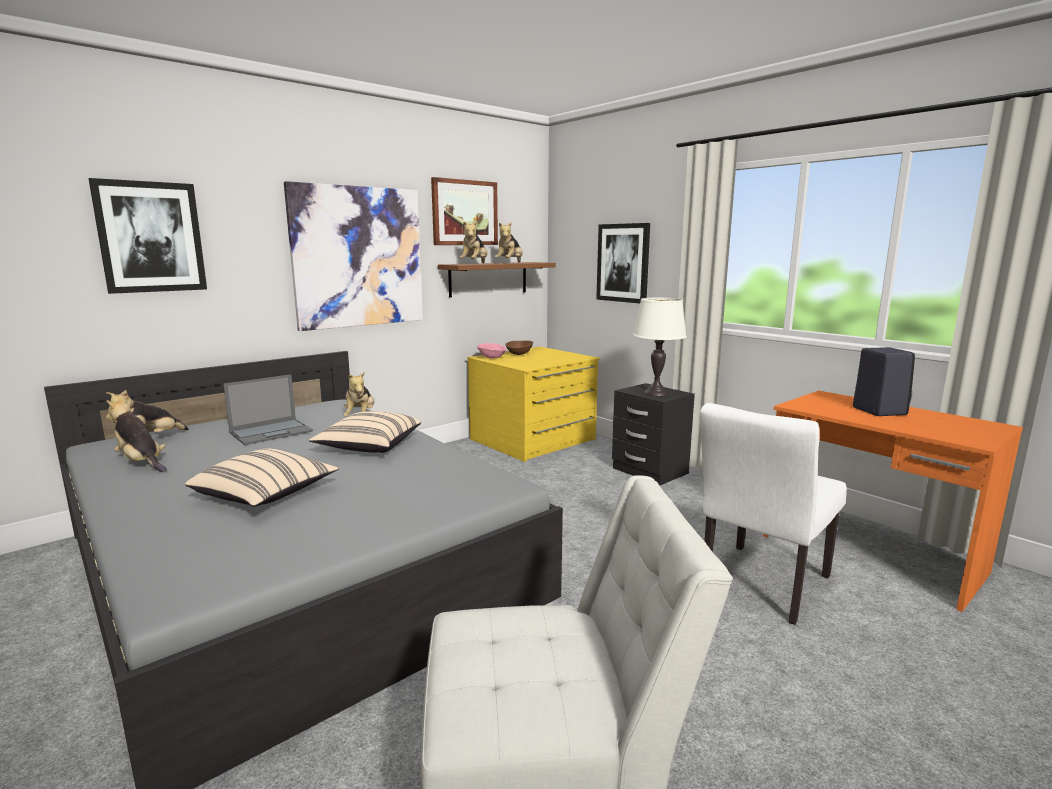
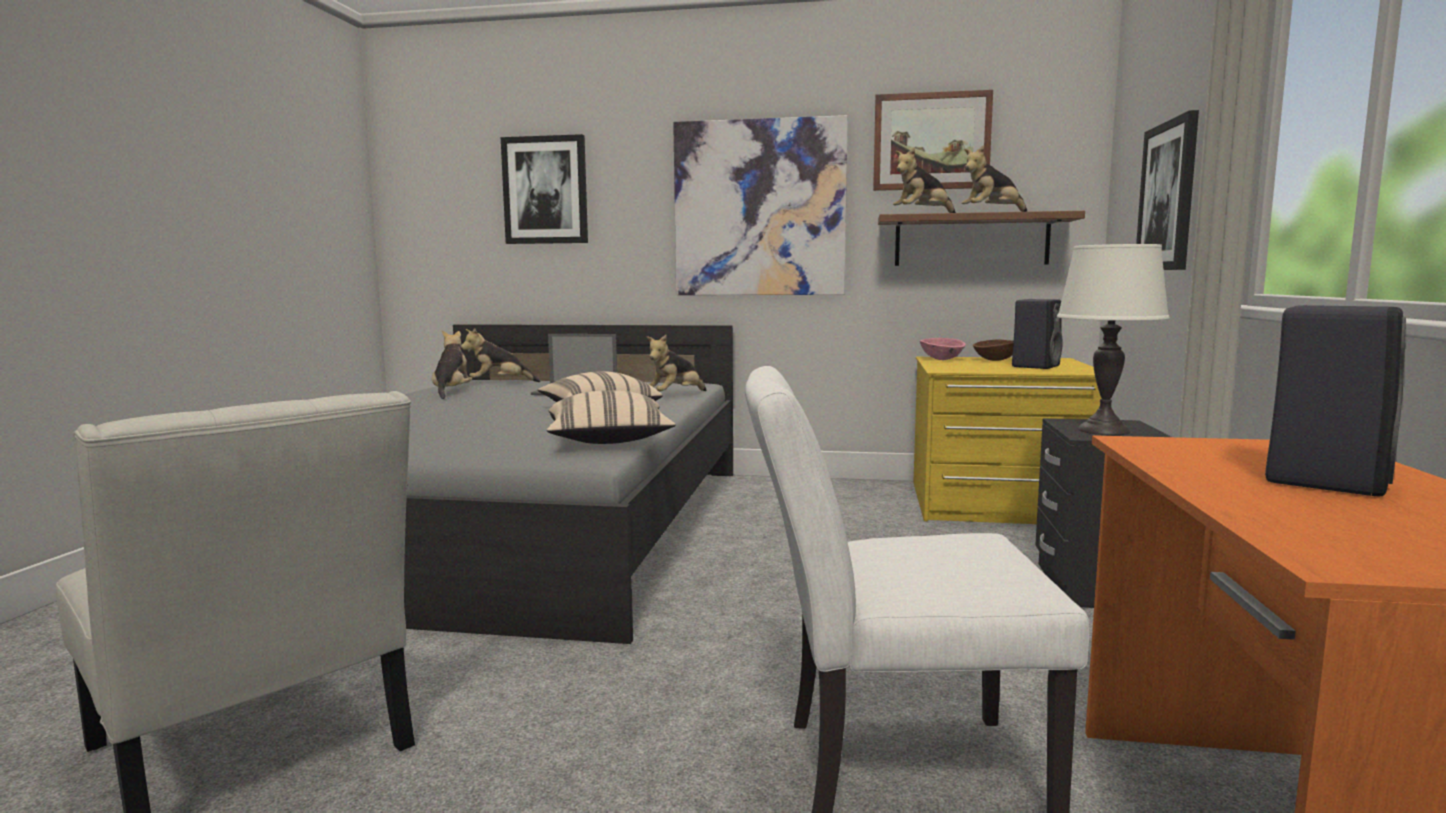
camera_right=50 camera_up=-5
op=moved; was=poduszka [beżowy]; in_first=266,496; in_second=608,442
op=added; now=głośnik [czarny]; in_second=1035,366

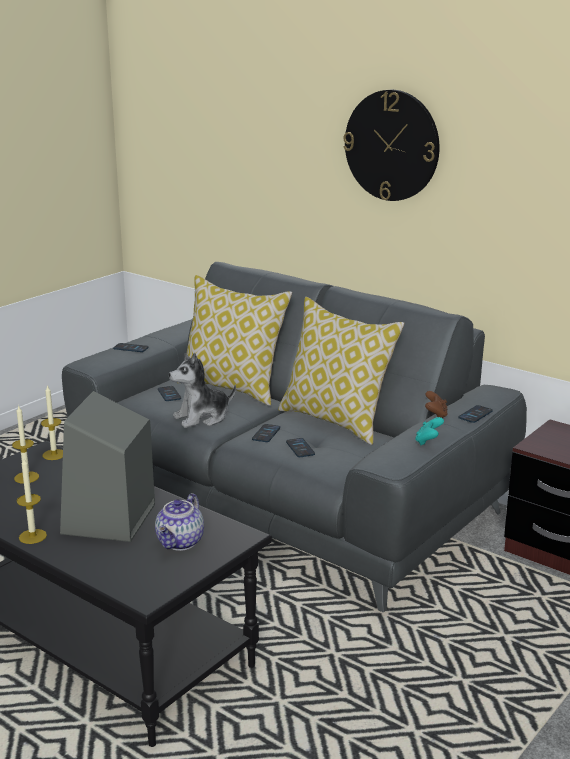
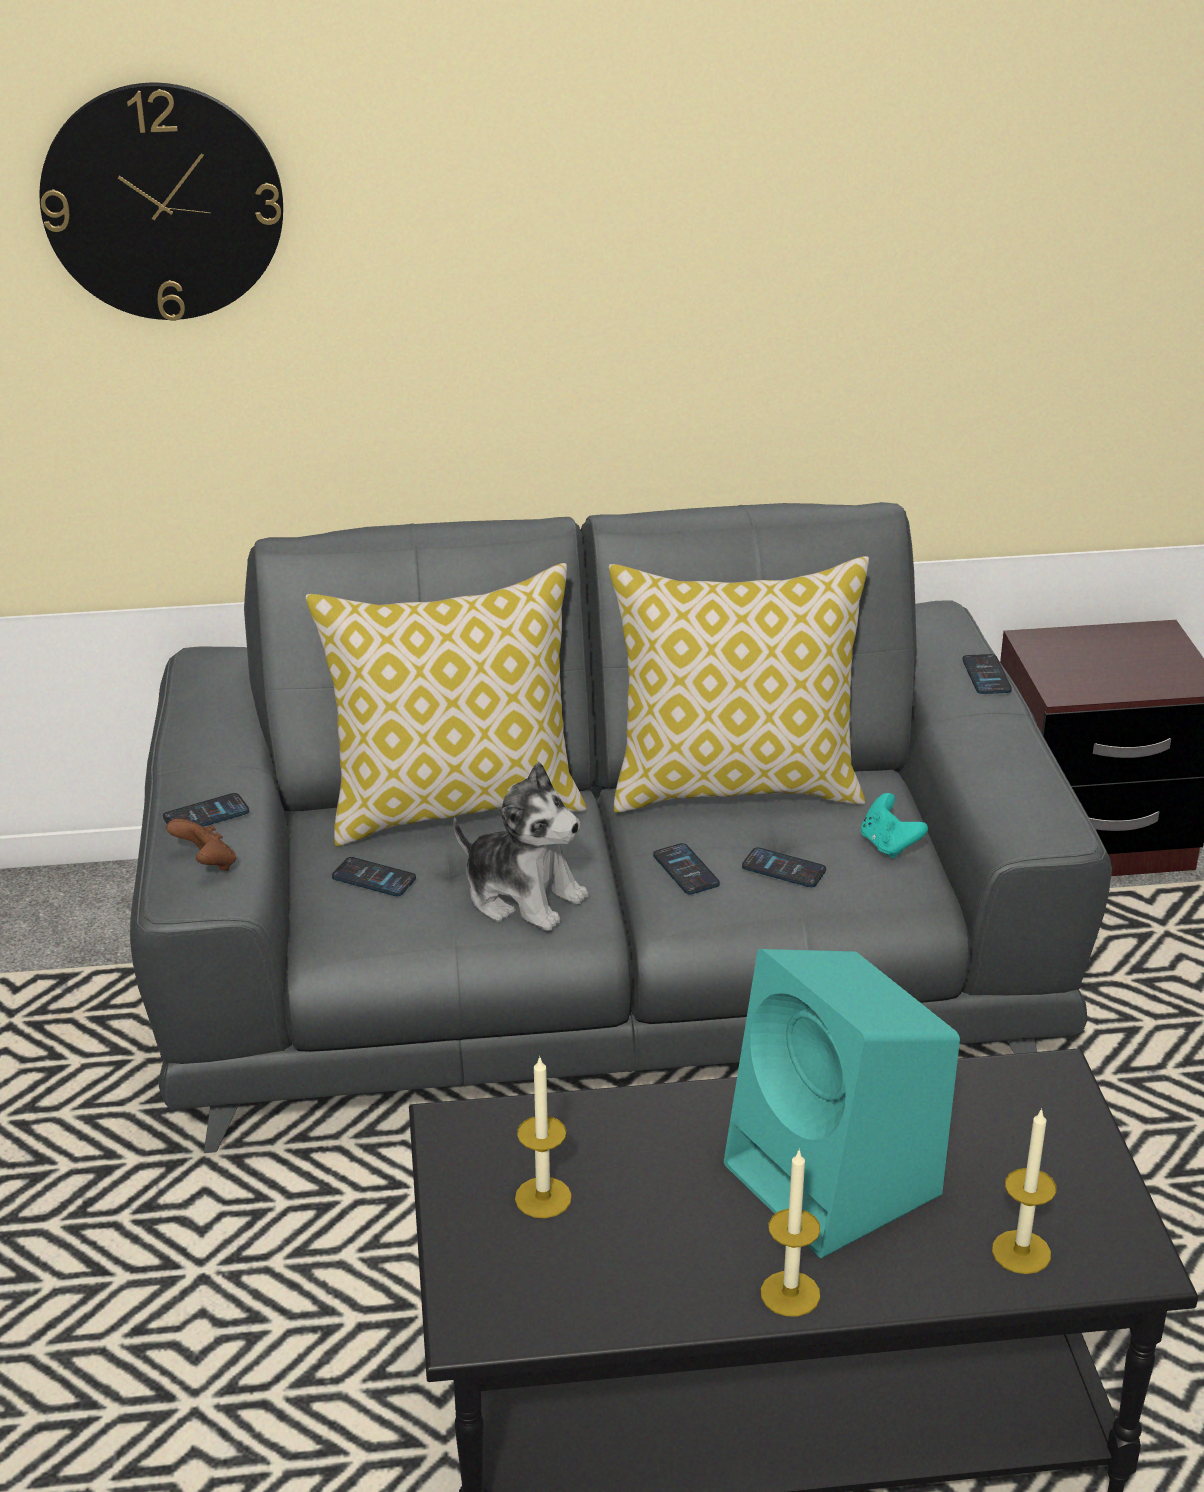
camera_right=-45 camera_up=10
op=moved; was=świeca; in_first=54,454; in_second=1021,1252
op=recoloured; was=głośnik [szary]; now=głośnik [turkusowy]; in_first=108,520; in_second=837,1182
op=removed; was=imbryk; in_first=181,542
op=turned; was=pluszak; in_first=202,418; in_second=523,896; clockwise=-75
op=moved; was=zegar ścienny; in_first=392,145; in_second=162,202
op=moved; was=pad do gier [turkusowy]; in_first=428,441; in_second=889,845
op=moved; was=pad do gier [brązowy]; in_first=435,415; in_second=207,864

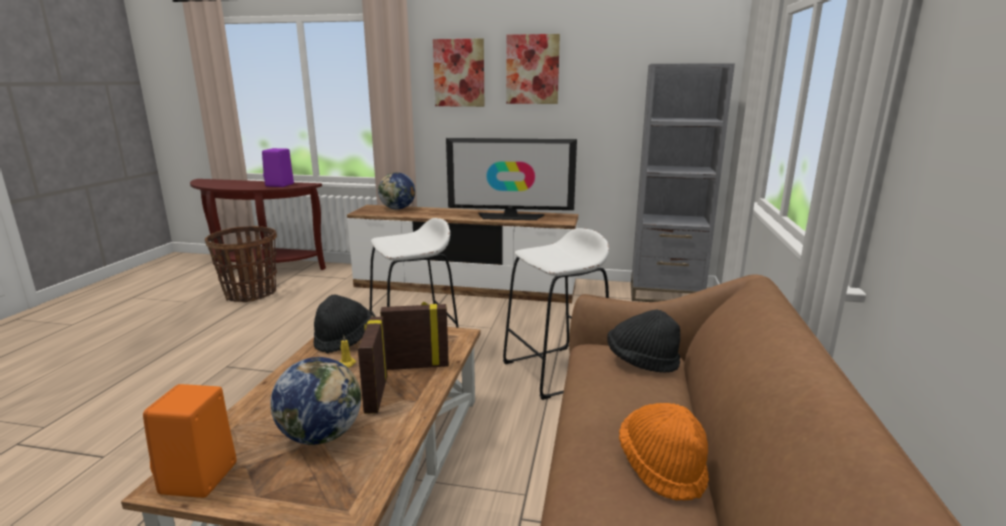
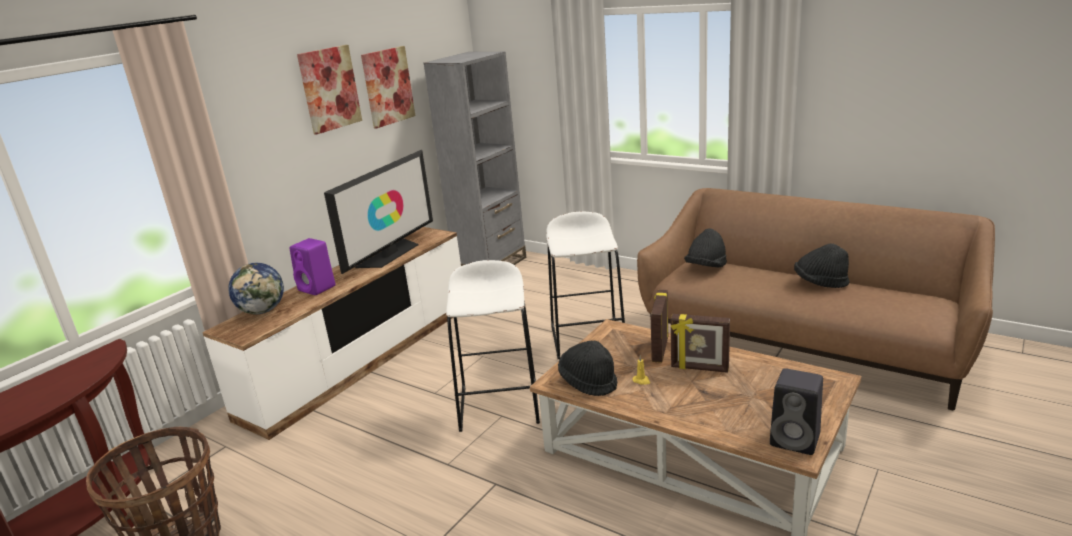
camera_right=-65 camera_up=5
op=recoloured; was=głośnik [pomarańczowy]; now=głośnik [czarny]; in_first=198,479; in_second=796,440
op=moved; was=głośnik [fioletowy]; in_first=279,185; in_second=318,288
op=removed; was=globus; in_first=321,435
op=moved; was=obraz; in_first=459,73; in_second=388,86
op=recoloured; was=kapelusz [pomarańczowy]; now=kapelusz [czarny]; in_first=662,467; in_second=820,283

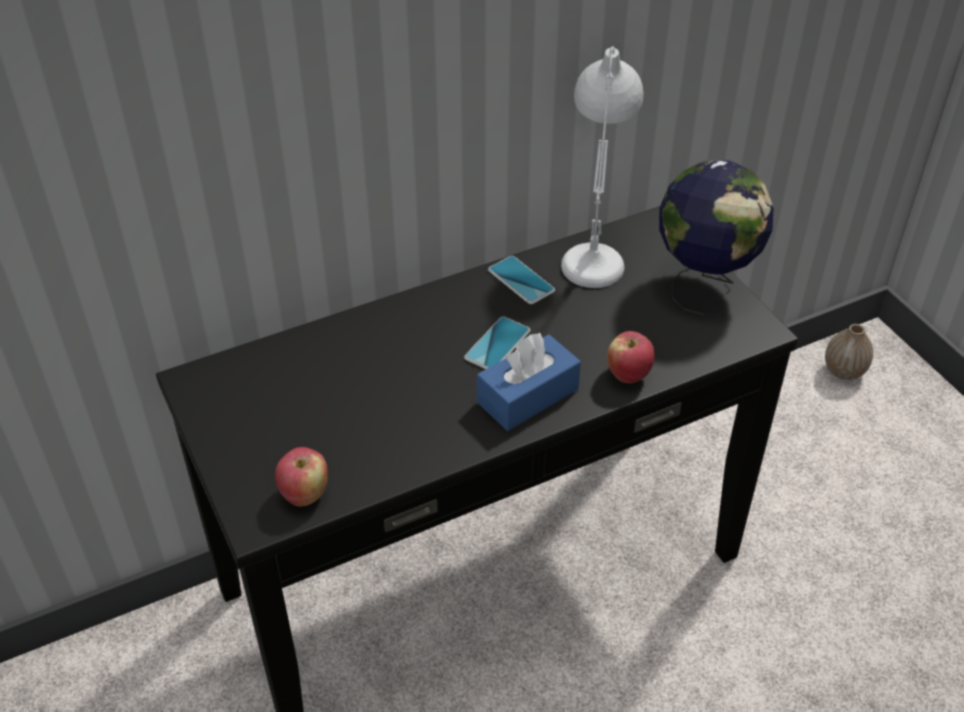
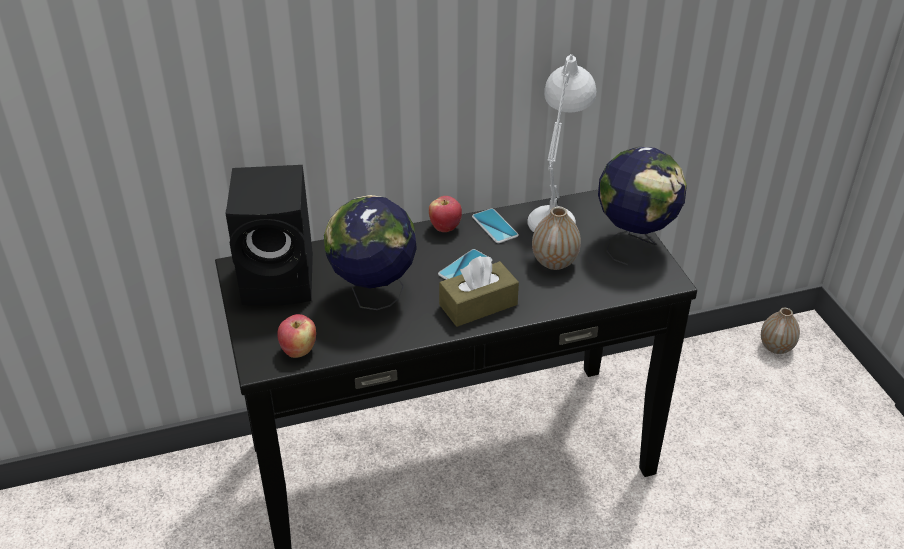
camera_right=10 camera_up=-5
op=recoloured; was=pudełko chusteczek [niebieski]; now=pudełko chusteczek [brązowy]; in_first=528,396; in_second=478,305
op=moved; was=jabłko; in_first=628,374; in_second=445,227
op=added; now=głośnik [czarny]; in_second=281,280
op=added; now=globus; in_second=373,296
op=added; now=wazon; in_second=554,262

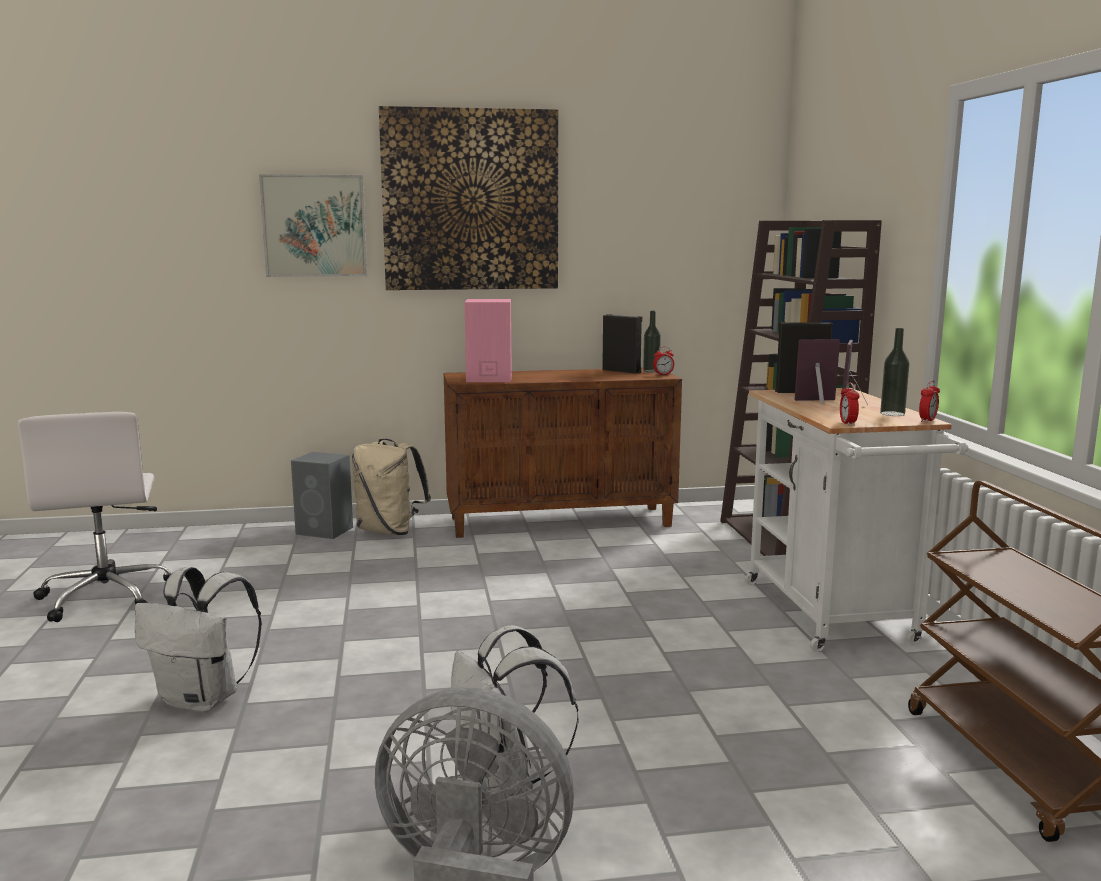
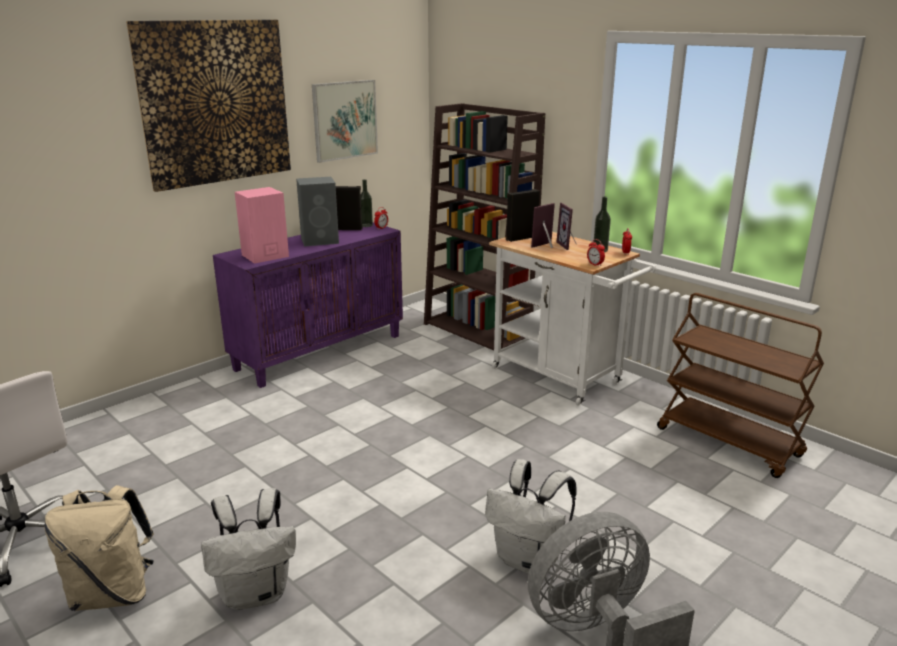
camera_right=-35 camera_up=10
op=moved; was=obraz; in_first=314,226; in_second=345,120
op=moved; was=głośnik [szary]; in_first=325,531; in_second=321,240
op=moved; was=plecak [beżowy]; in_first=389,531; in_second=113,594
op=recoloured; was=szafka [brązowy]; now=szafka [fioletowy]; in_first=561,521; in_second=320,352

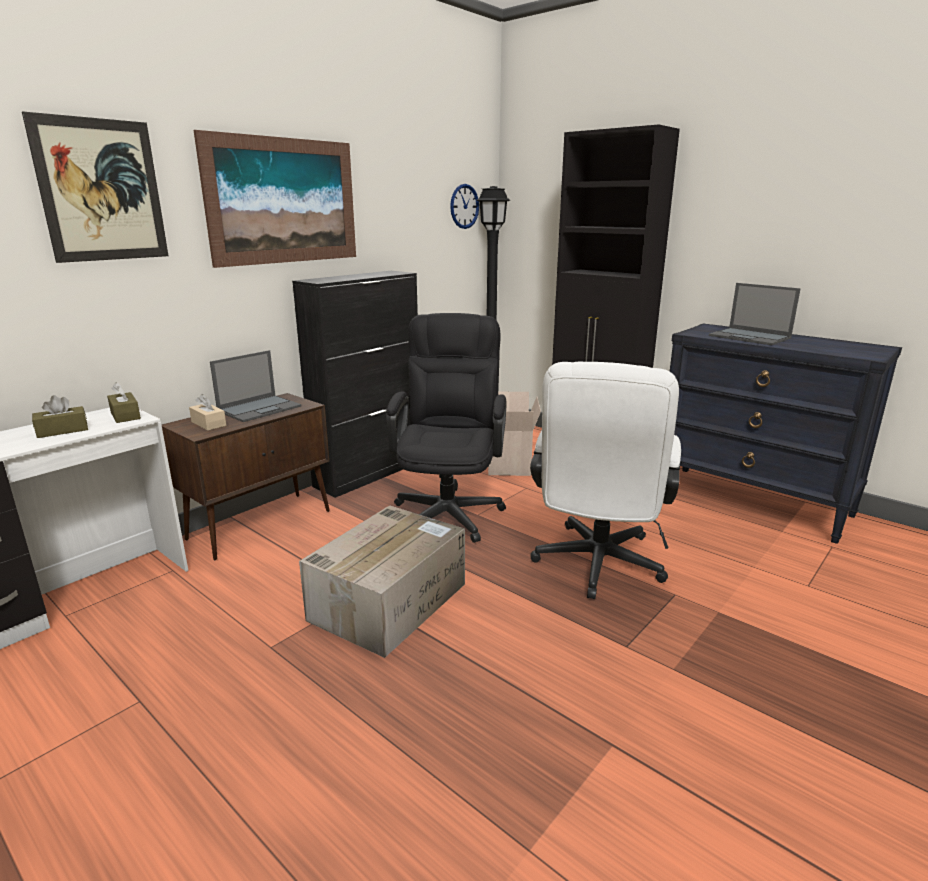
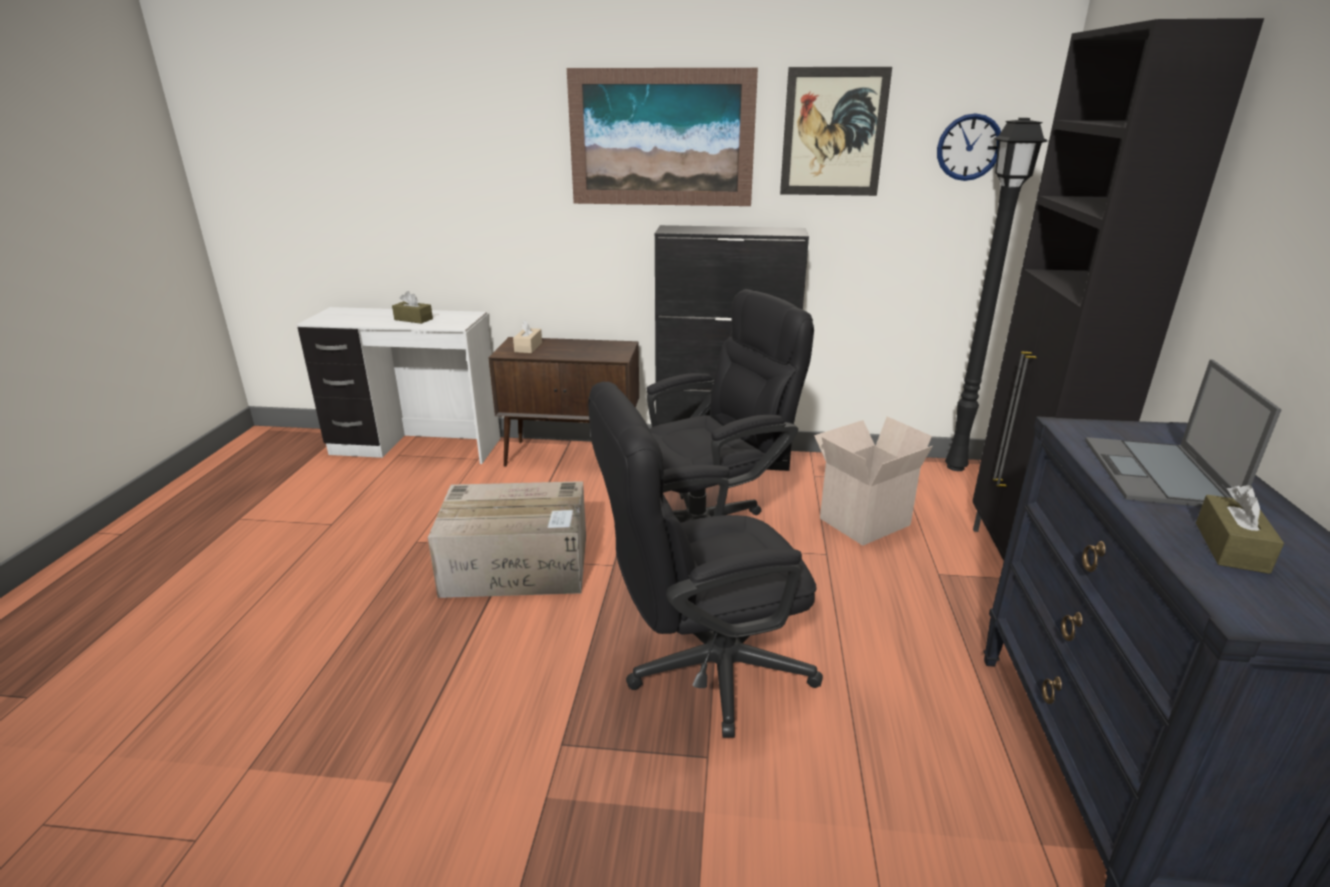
camera_right=55 camera_up=5
op=moved; was=obraz; in_first=101,191; in_second=833,133
op=moved; was=pudełko chusteczek [brązowy]; in_first=125,415; in_second=1230,547
op=removed; was=laptop; in_first=260,408
op=recoloured; was=krzesło biurowe [biały]; now=krzesło biurowe [czarny]; in_first=596,567; in_second=702,669

